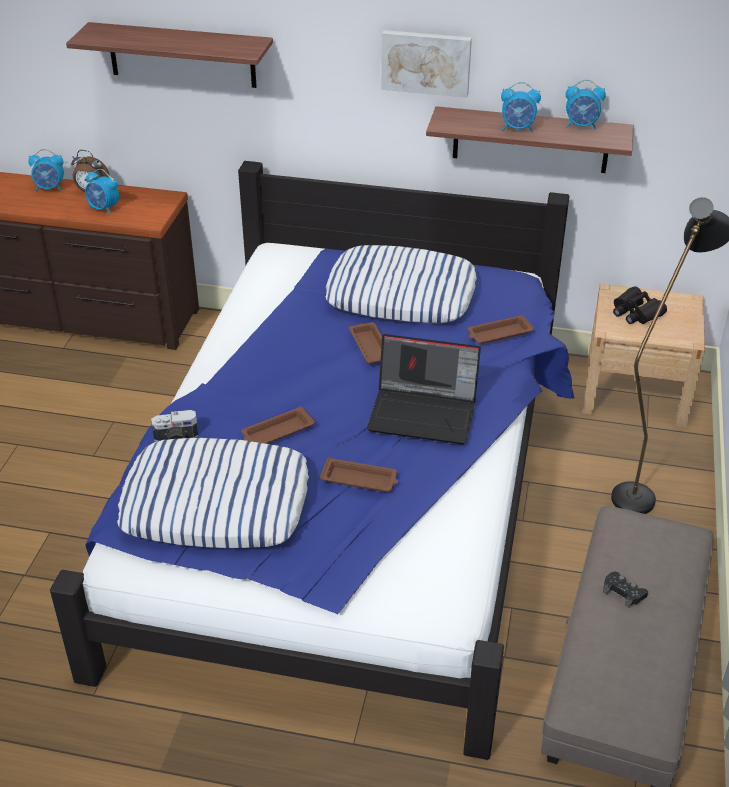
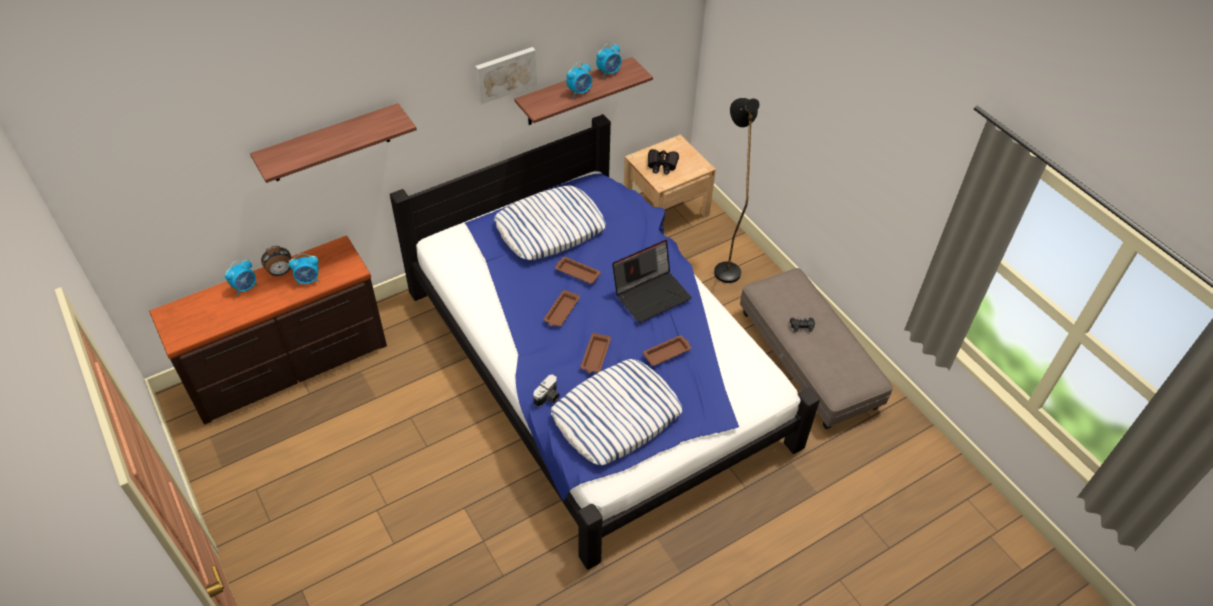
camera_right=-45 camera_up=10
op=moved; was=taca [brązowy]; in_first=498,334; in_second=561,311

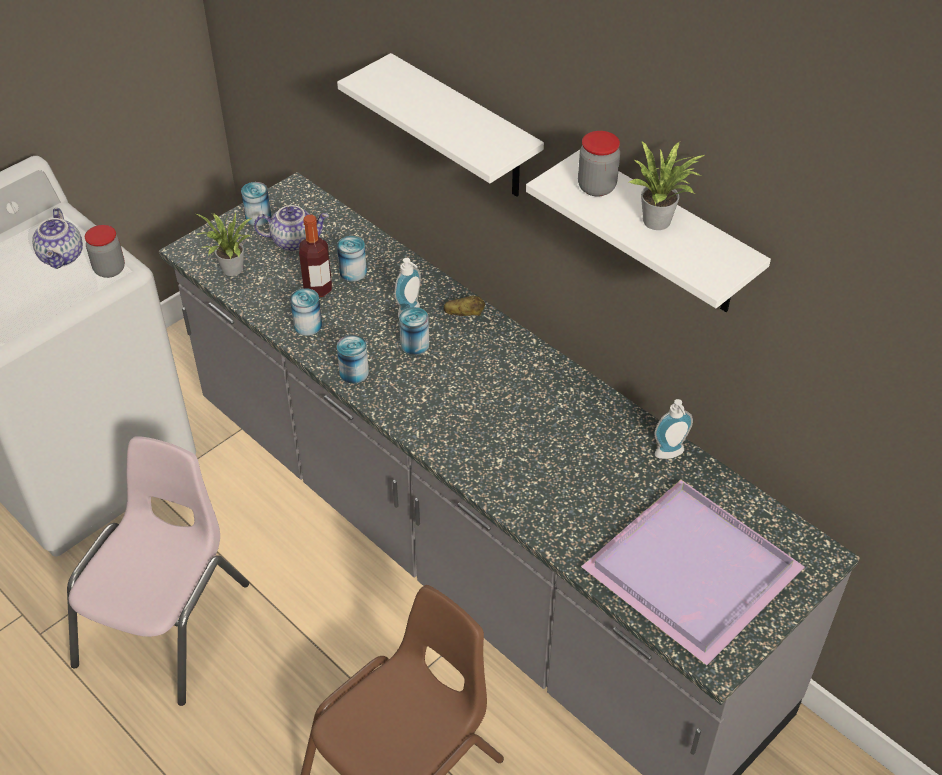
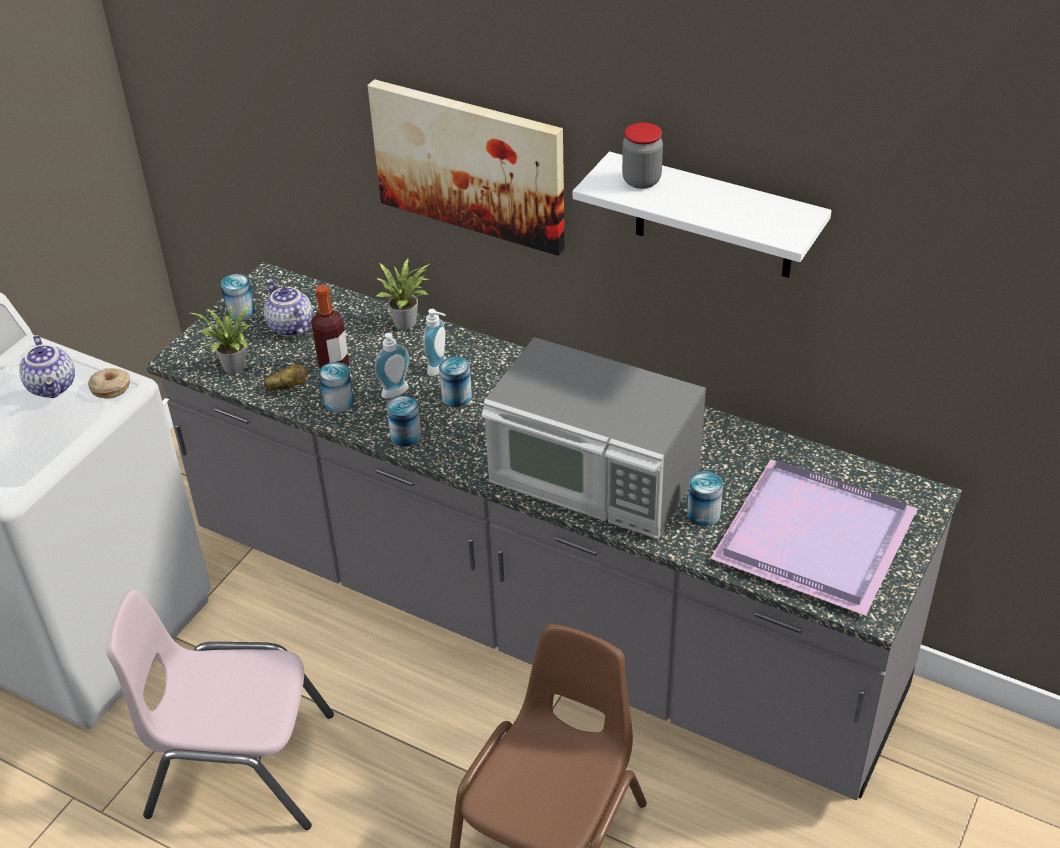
camera_right=-15 camera_up=-5
op=turned; was=krzesło [różowy]; in_first=166,624; in_second=240,766; clockwise=-90
op=replaced; was=słoik; now=donut; in_first=109,269; in_second=111,388
op=turned; was=imbryk; in_first=294,241; in_second=289,327; clockwise=-105
op=replaced; was=półka [biały]; now=obraz; in_first=464,129; in_second=470,164
op=moved; was=puszka; in_first=353,272; in_second=703,514
op=moved; was=ziemniak; in_first=464,314; in_second=288,387
op=moved; was=roślina doniczkowa; in_first=660,221; in_second=408,322
op=moved; was=dozownik mydła; in_first=670,455; in_second=397,393
op=added; now=mikrofalówka; in_second=593,478

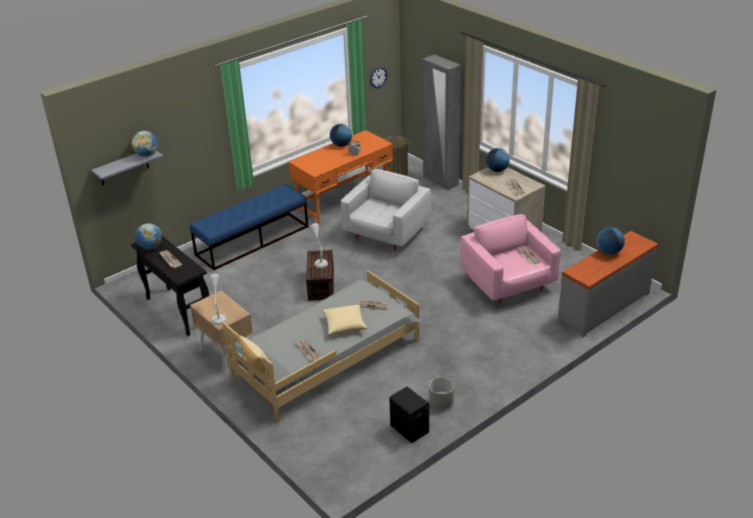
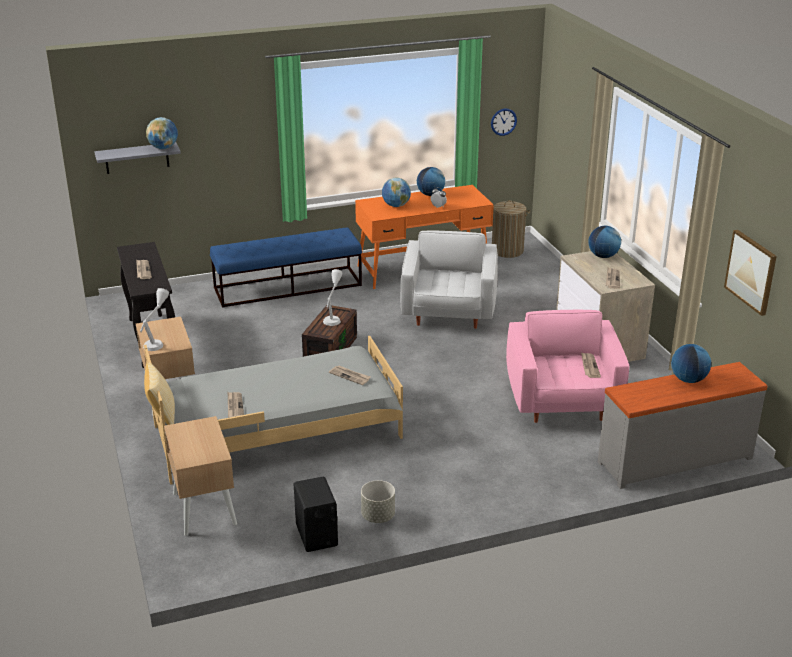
camera_right=20 camera_up=-5
op=moved; was=globus; in_first=150,247; in_second=396,206
op=removed; was=poduszka; in_first=345,325
op=turned; was=fotel [biały]; in_first=386,234; in_second=448,312; clockwise=-45
op=removed; was=szafa [szary]; in_first=440,181
op=added; now=szafka nocna [beżowy]; in_second=204,508
op=added; now=obraz; in_second=751,271

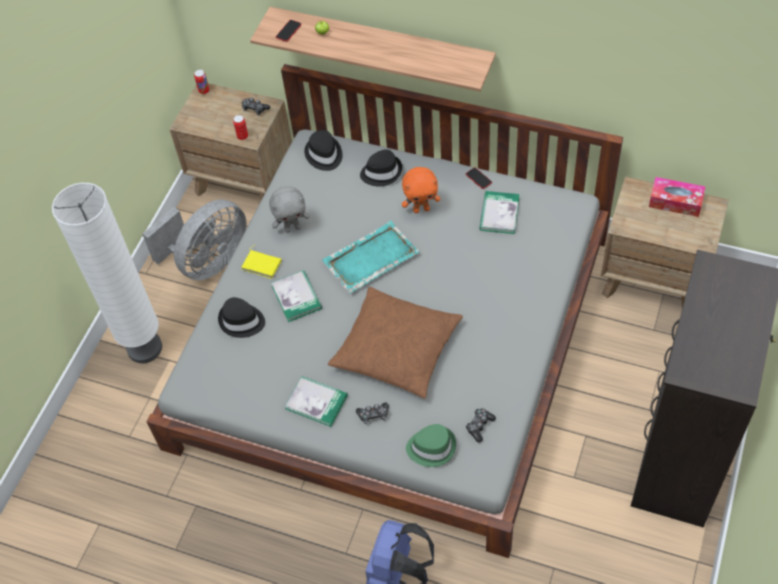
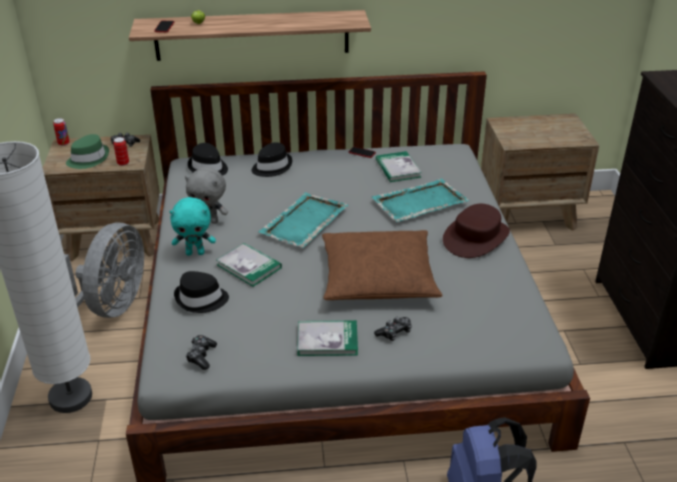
camera_right=-30 camera_up=-20
op=replaced; was=książka [żółty]; now=pluszak [turkusowy]; in_first=262,264; in_second=195,253
op=turned; was=pluszak [szary]; in_first=292,228; in_second=210,221; clockwise=60
op=removed; was=pluszak [pomarańczowy]; in_first=421,209
op=moved; was=kapelusz [zielony]; in_first=431,447; in_second=88,159
op=moved; was=pad do gier; in_first=479,426; in_second=201,356
op=removed; was=pudełko chusteczek; in_first=675,202
op=added; now=taca [turkusowy]; in_second=418,203
op=added; now=kapelusz [brązowy]; in_second=476,237

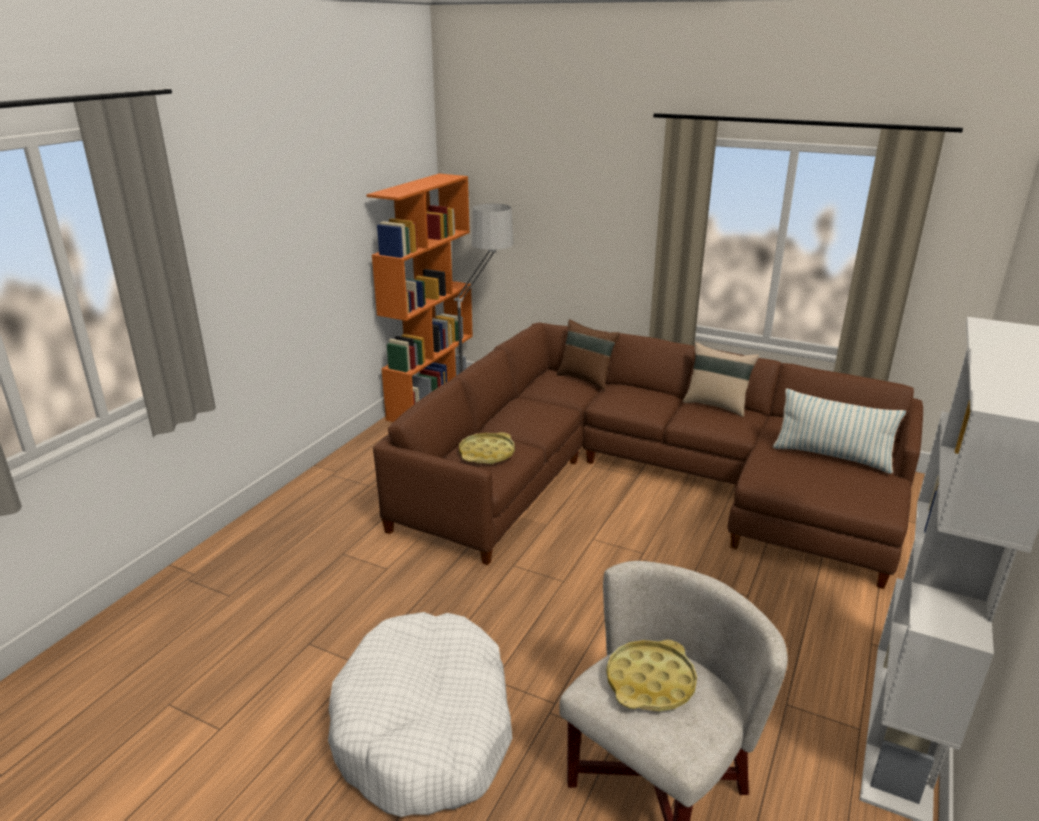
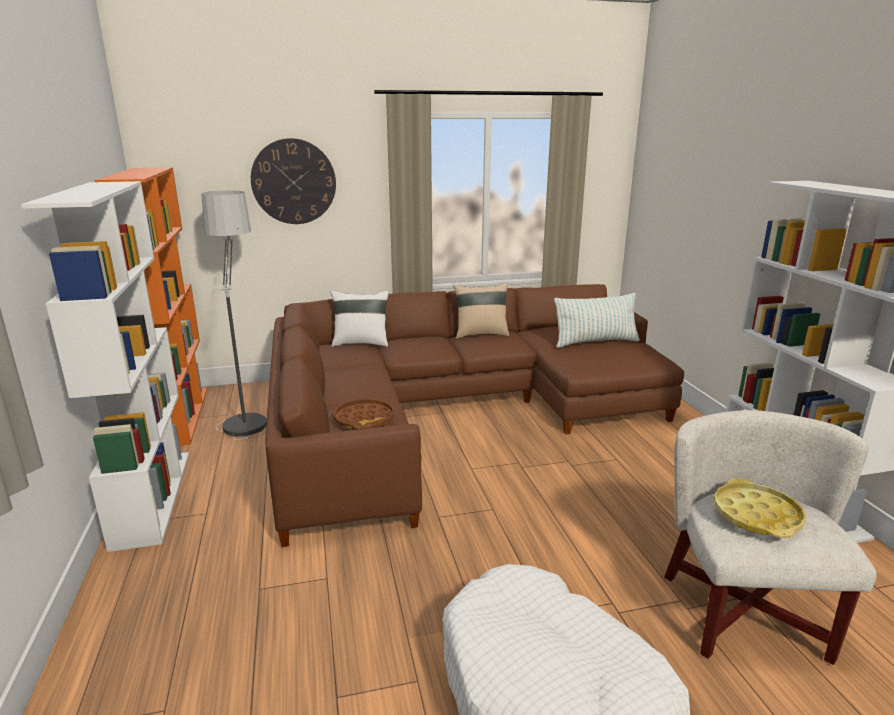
camera_right=-40 camera_up=-5
op=recoloured; was=taca [żółty]; now=taca [brązowy]; in_first=487,453; in_second=364,420
op=recoloured; was=poduszka [brązowy]; now=poduszka [biały]; in_first=586,379; in_second=361,343
op=added; now=regał [biały]; in_second=152,496
op=added; now=zegar ścienny; in_second=294,182

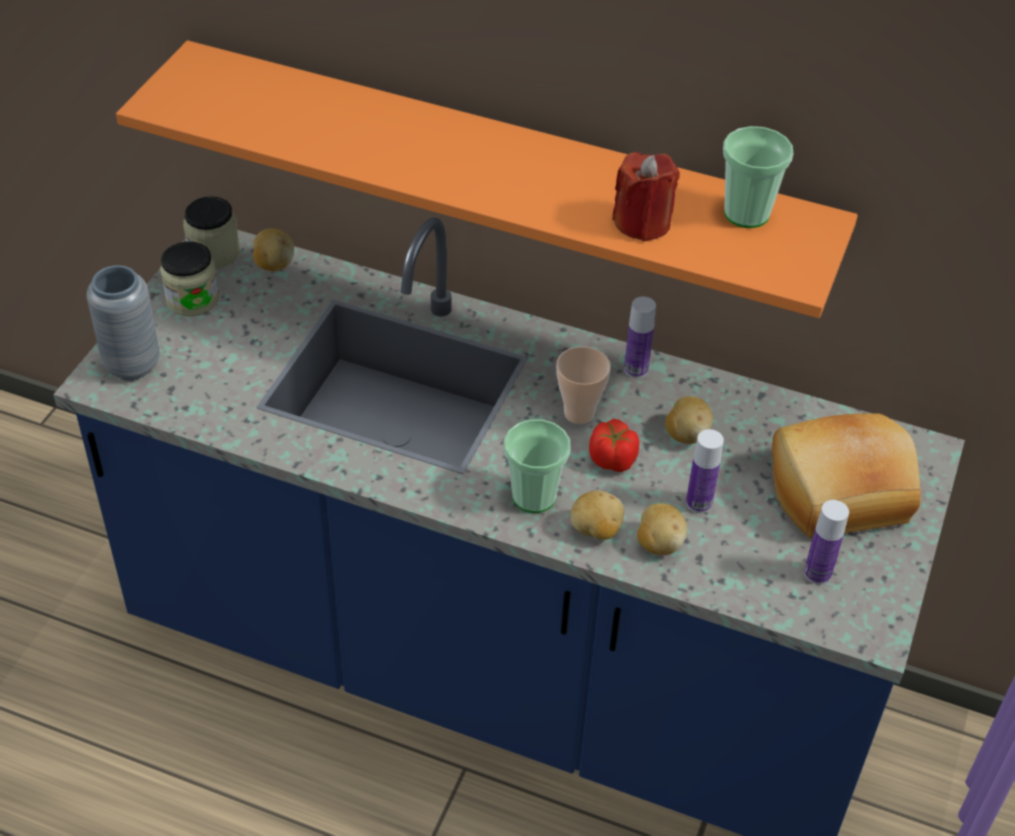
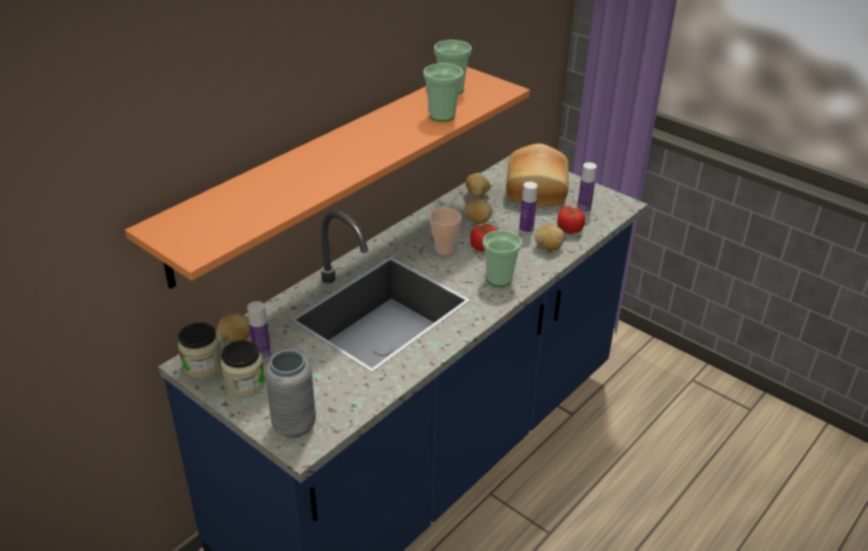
camera_right=-70 camera_up=-10
op=moved; was=ziemniak; in_first=595,530; in_second=477,194
op=replaced; was=świeca [czerwony]; now=filiżanka; in_first=642,223; in_second=442,115
op=moved; was=butelka; in_first=636,369; in_second=262,355
op=added; now=pomidor; in_second=569,229

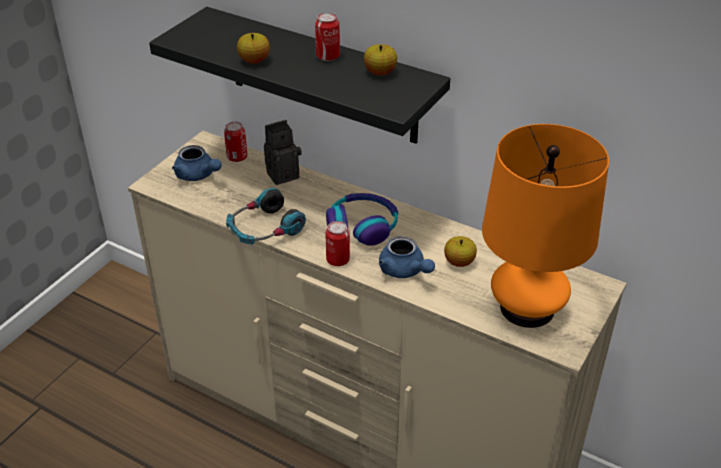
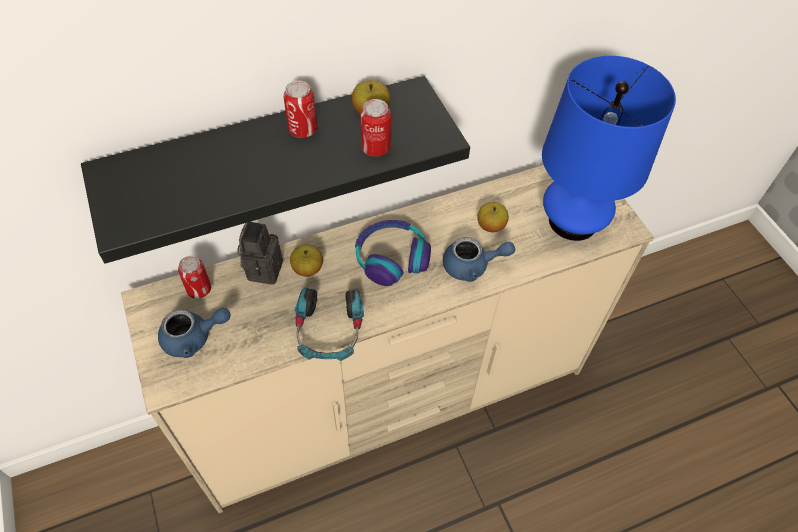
camera_right=-55 camera_up=15
op=moved; was=jabłko; in_first=254,61; in_second=307,269
op=moved; was=puszka; in_first=338,260; in_second=375,148
op=recoloured; was=lampa stołowa [pomarańczowy]; now=lampa stołowa [niebieski]; in_first=526,308; in_second=572,221

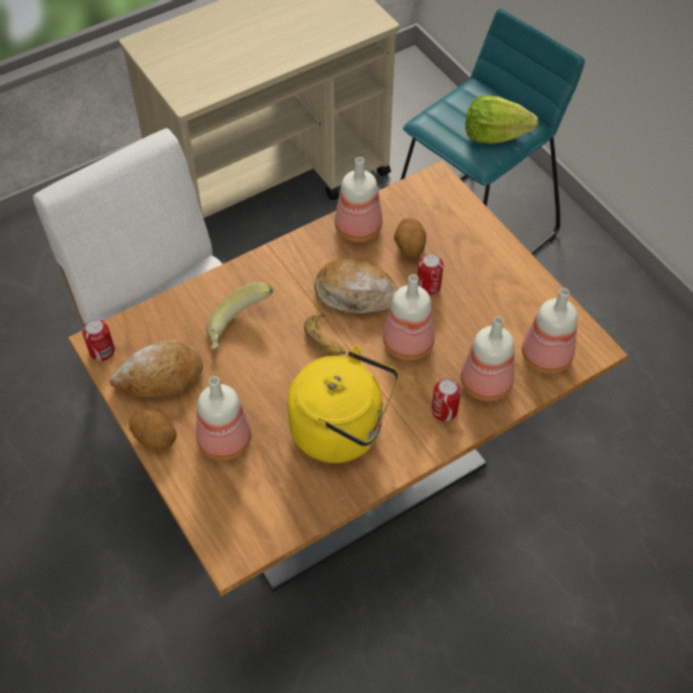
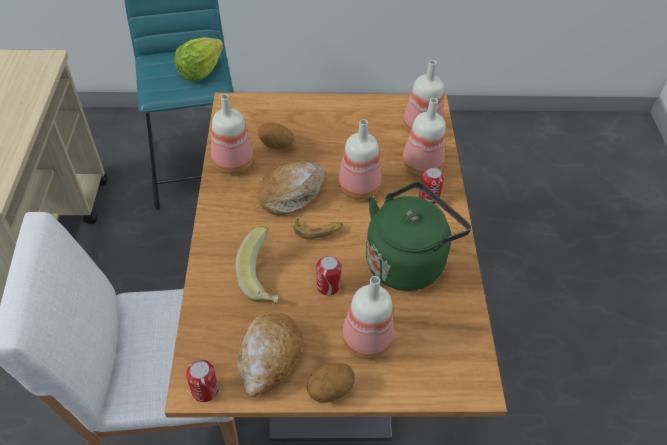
camera_right=-60 camera_up=-5
op=recoloured; was=czajnik [żółty]; now=czajnik [zielony]; in_first=342,430; in_second=407,260
op=moved; was=puszka; in_first=428,286; in_second=328,286

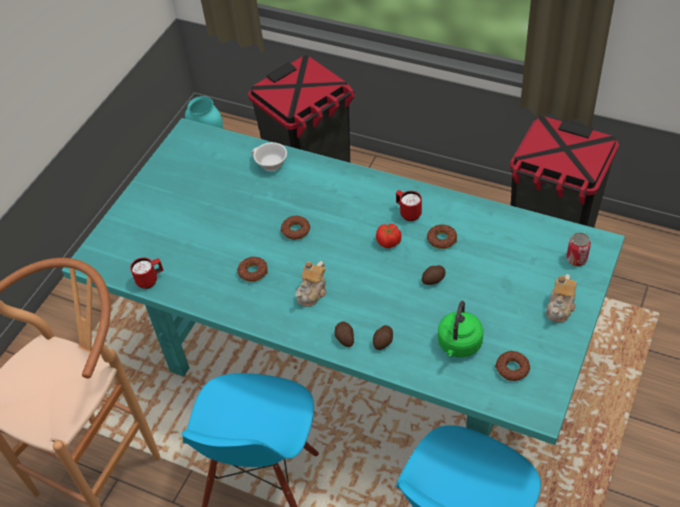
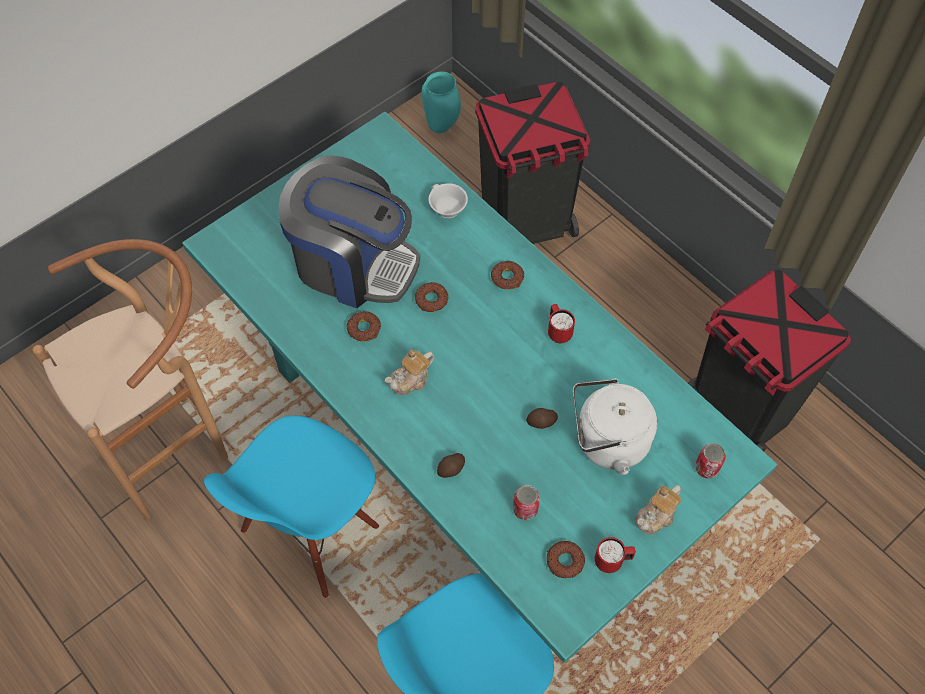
camera_right=20 camera_up=10
op=moved; was=kubek [czerwony]; in_first=150,280; in_second=612,561
op=removed; was=ziemniak; in_first=344,338
op=removed; was=pomidor; in_first=389,242
op=moved; was=donut; in_first=442,239; in_second=507,278
op=replaced; was=czajnik [zielony]; now=puszka; in_first=459,345; in_second=525,509
op=added; now=ekspres do kawy; in_second=353,263
op=added; now=czajnik [biały]; in_second=607,442

